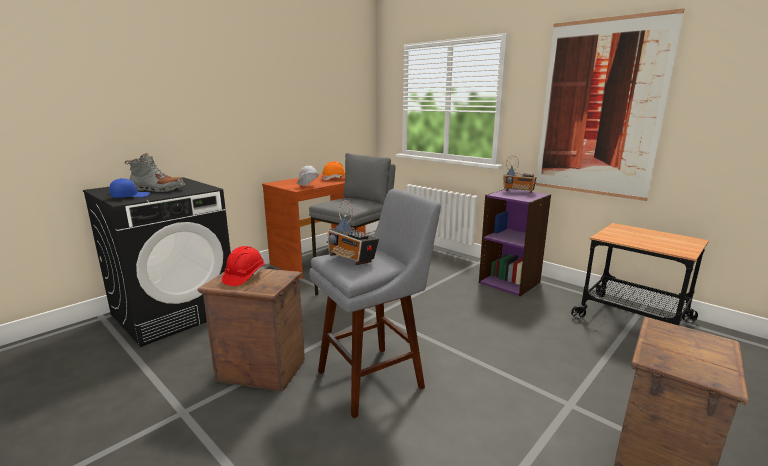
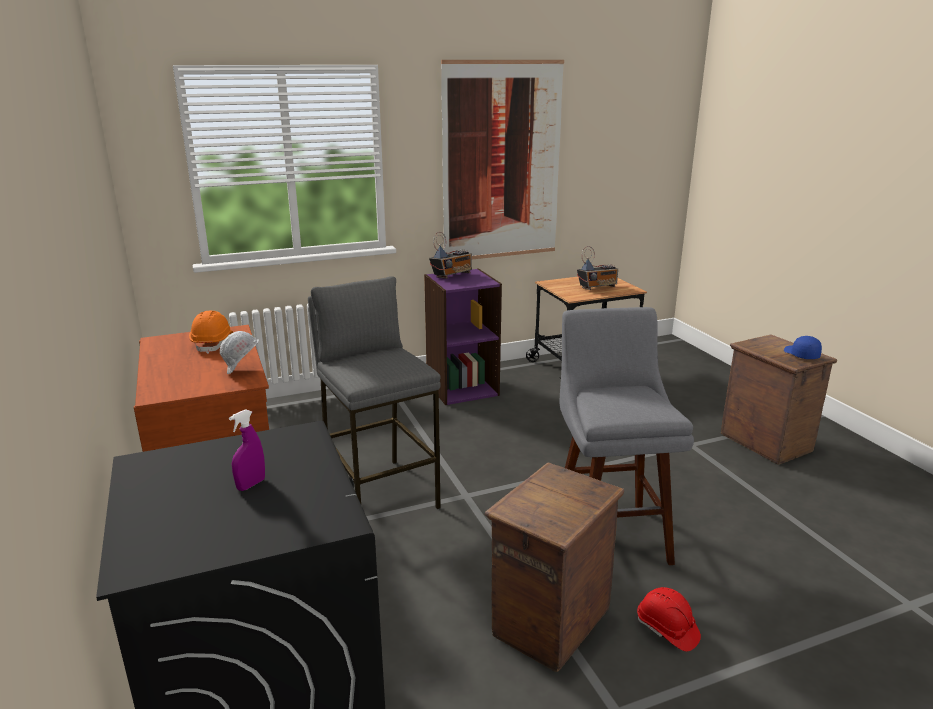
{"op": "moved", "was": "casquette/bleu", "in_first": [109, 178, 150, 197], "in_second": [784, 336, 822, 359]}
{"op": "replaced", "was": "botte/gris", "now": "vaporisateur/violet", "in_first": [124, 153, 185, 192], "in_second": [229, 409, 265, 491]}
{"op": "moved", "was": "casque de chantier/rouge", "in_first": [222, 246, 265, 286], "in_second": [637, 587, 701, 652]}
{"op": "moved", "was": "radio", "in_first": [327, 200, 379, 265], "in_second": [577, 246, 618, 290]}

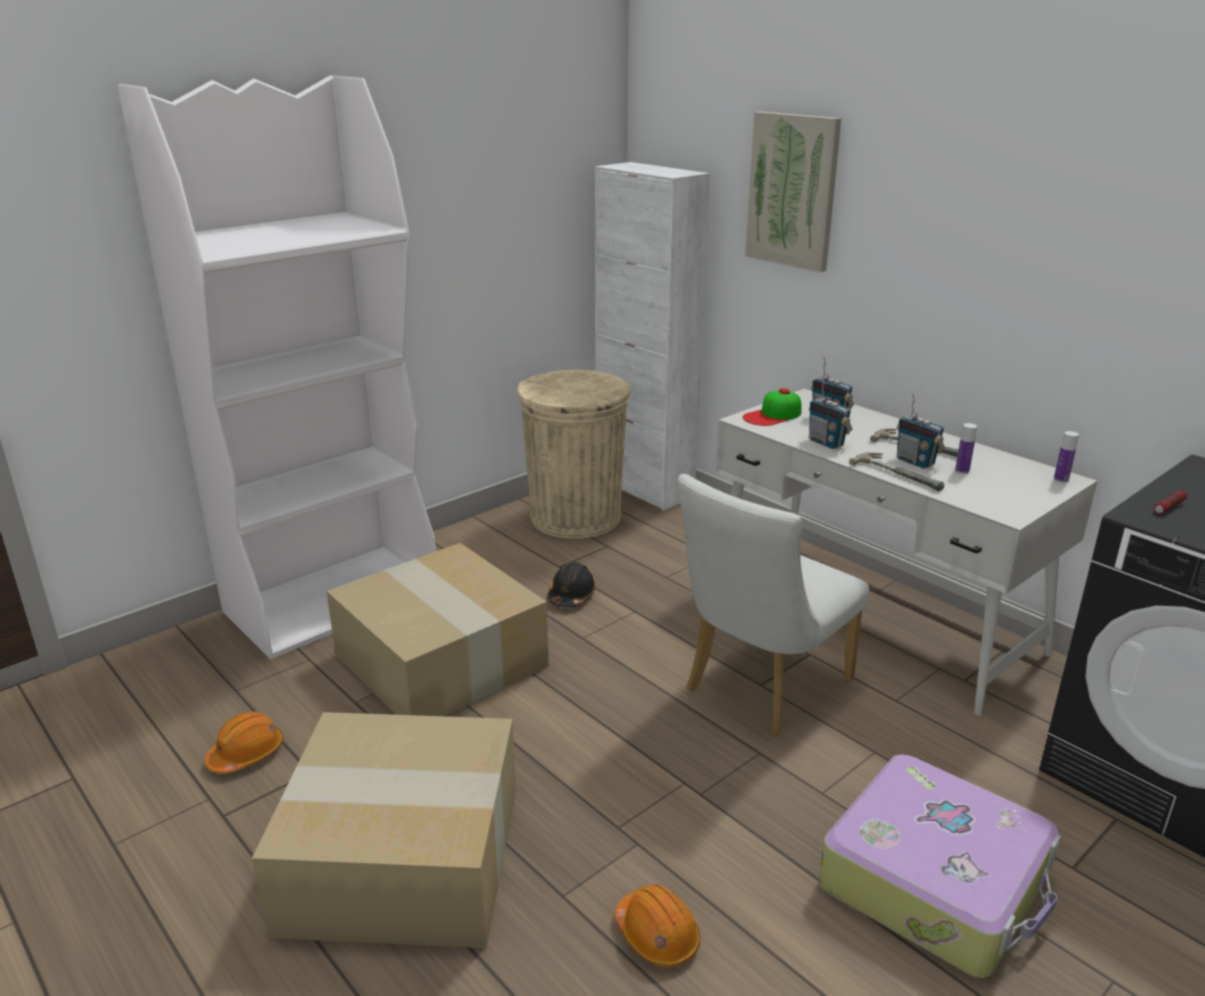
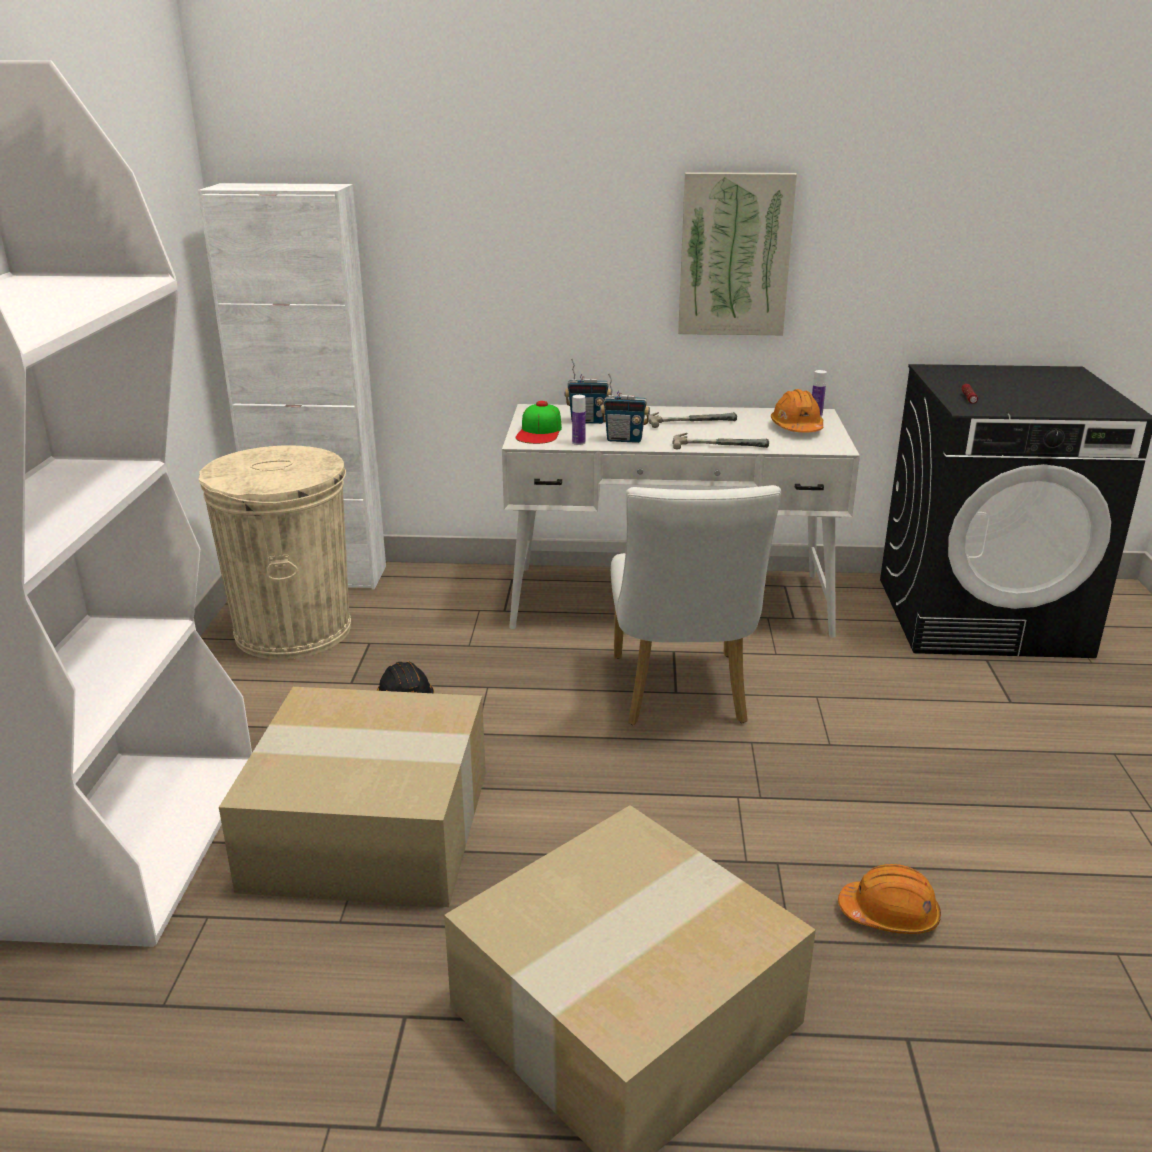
{"op": "moved", "was": "casque de chantier/orange", "in_first": [204, 712, 283, 774], "in_second": [771, 389, 823, 432]}
{"op": "moved", "was": "tableau", "in_first": [745, 111, 841, 272], "in_second": [678, 172, 797, 335]}
{"op": "removed", "was": "valise", "in_first": [819, 754, 1061, 978]}
{"op": "removed", "was": "radio", "in_first": [897, 394, 945, 469]}
{"op": "moved", "was": "bouteille", "in_first": [955, 423, 977, 474], "in_second": [572, 395, 586, 445]}

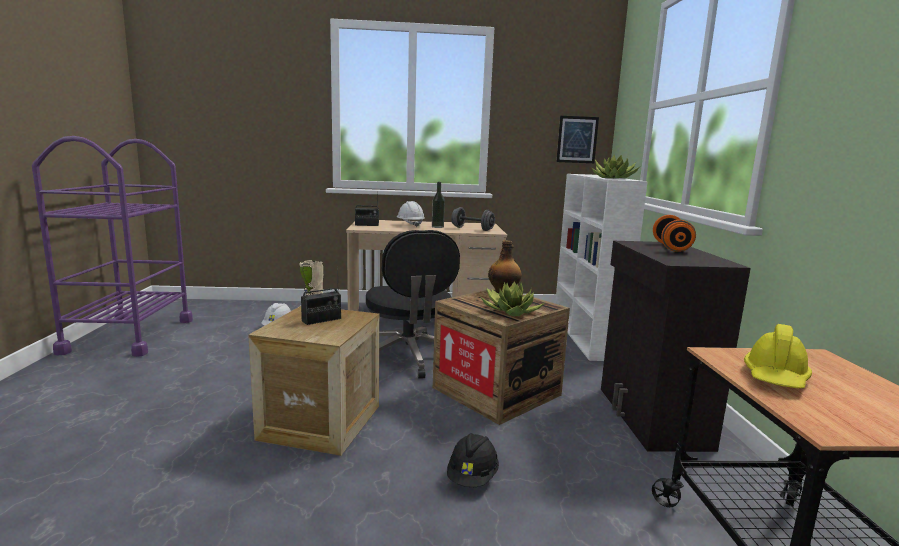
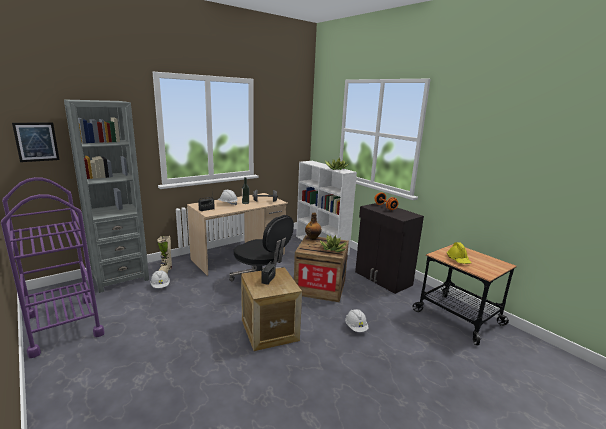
{"op": "recoloured", "was": "casque de chantier/noir", "now": "casque de chantier/blanc", "in_first": [447, 433, 499, 487], "in_second": [345, 309, 368, 332]}
{"op": "moved", "was": "tableau", "in_first": [556, 116, 599, 163], "in_second": [12, 122, 60, 162]}
{"op": "added", "now": "bibliothèque/gris", "in_second": [64, 99, 149, 293]}

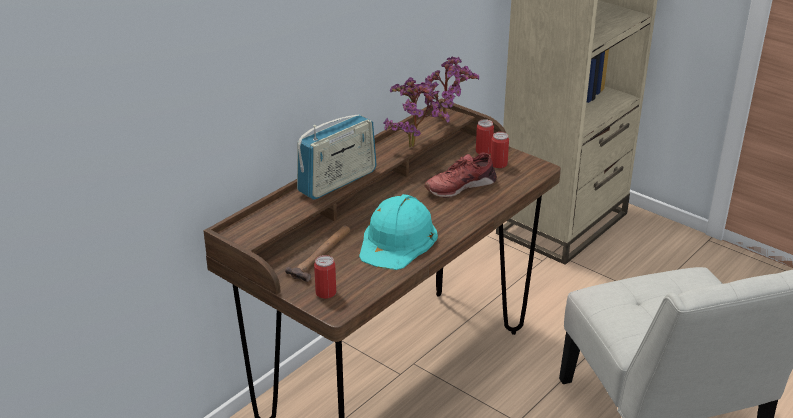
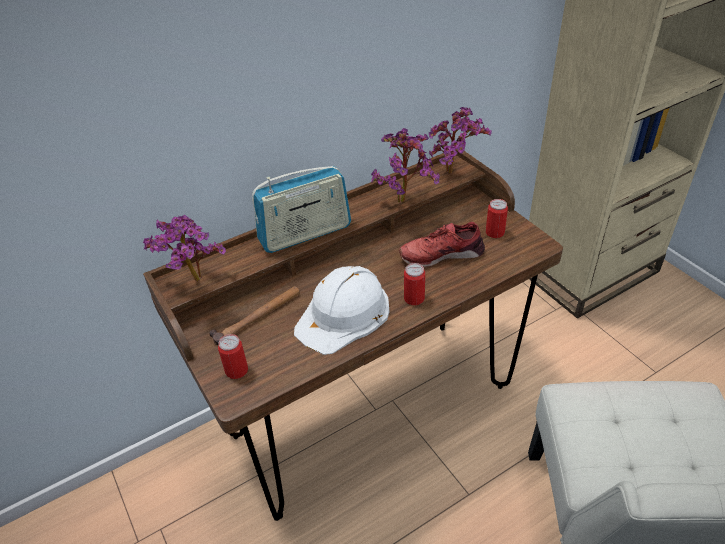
{"op": "recoloured", "was": "casque de chantier/turquoise", "now": "casque de chantier/blanc", "in_first": [359, 194, 438, 270], "in_second": [294, 266, 389, 355]}
{"op": "moved", "was": "boîte métallique", "in_first": [476, 119, 494, 154], "in_second": [404, 263, 425, 305]}
{"op": "added", "now": "plante en pot", "in_second": [143, 215, 226, 281]}

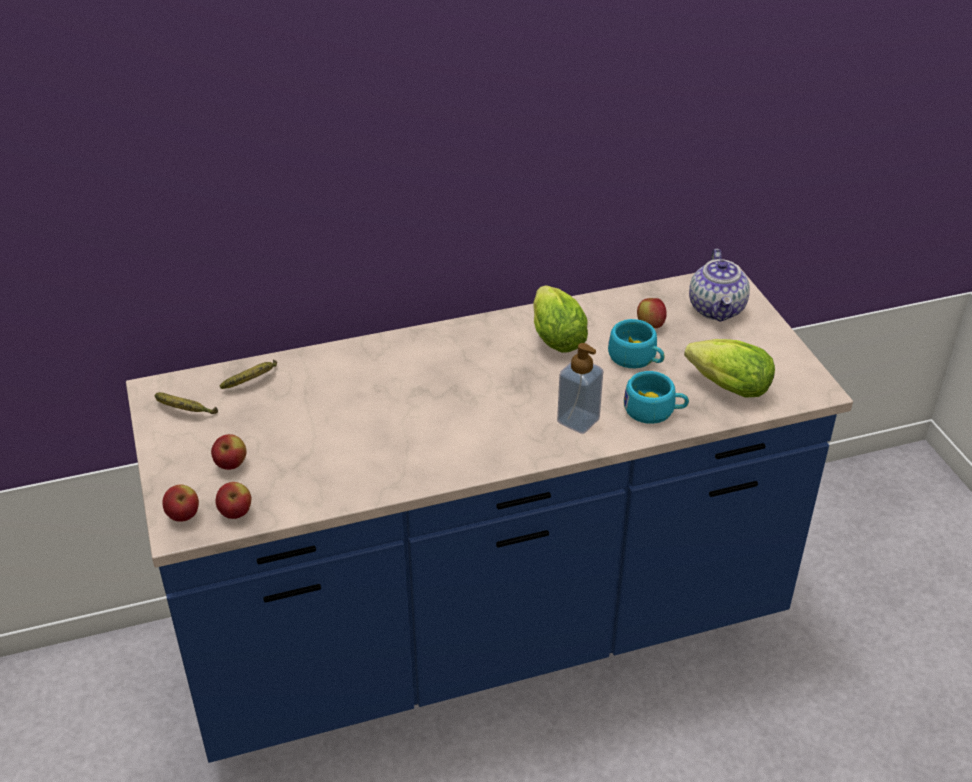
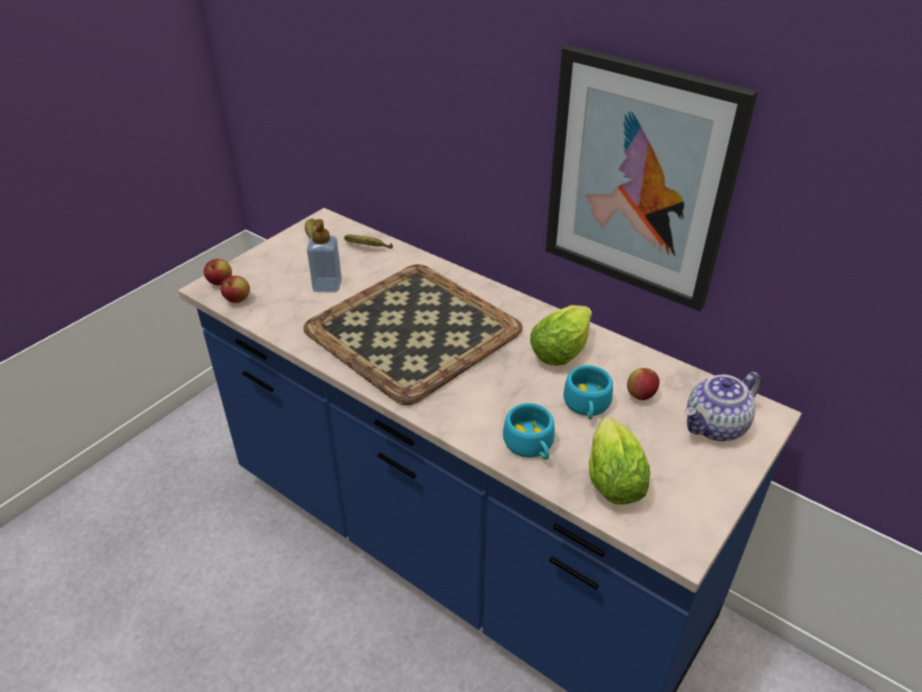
{"op": "removed", "was": "pomme", "in_first": [211, 434, 246, 470]}
{"op": "moved", "was": "distributeur de savon", "in_first": [557, 343, 603, 434], "in_second": [307, 219, 342, 292]}
{"op": "added", "now": "plateau", "in_second": [303, 264, 523, 405]}
{"op": "added", "now": "tableau", "in_second": [546, 44, 758, 312]}

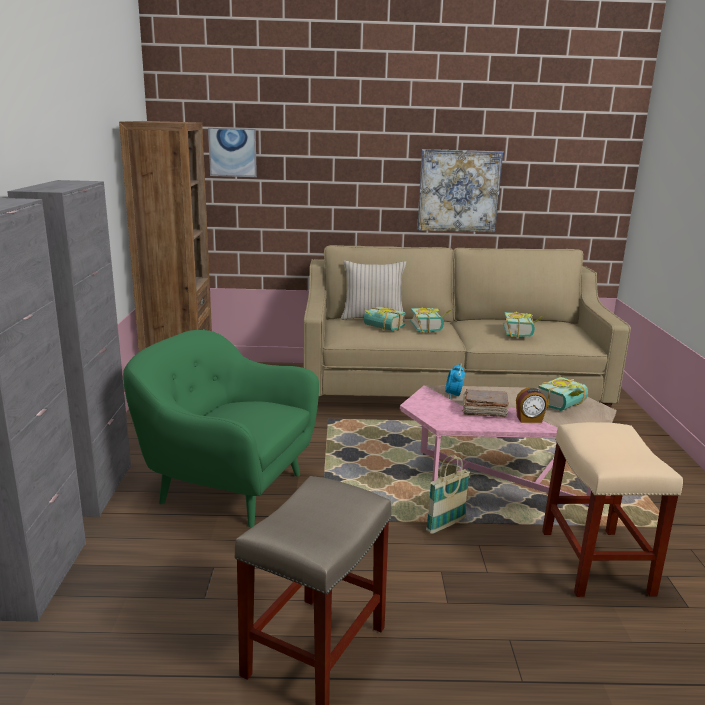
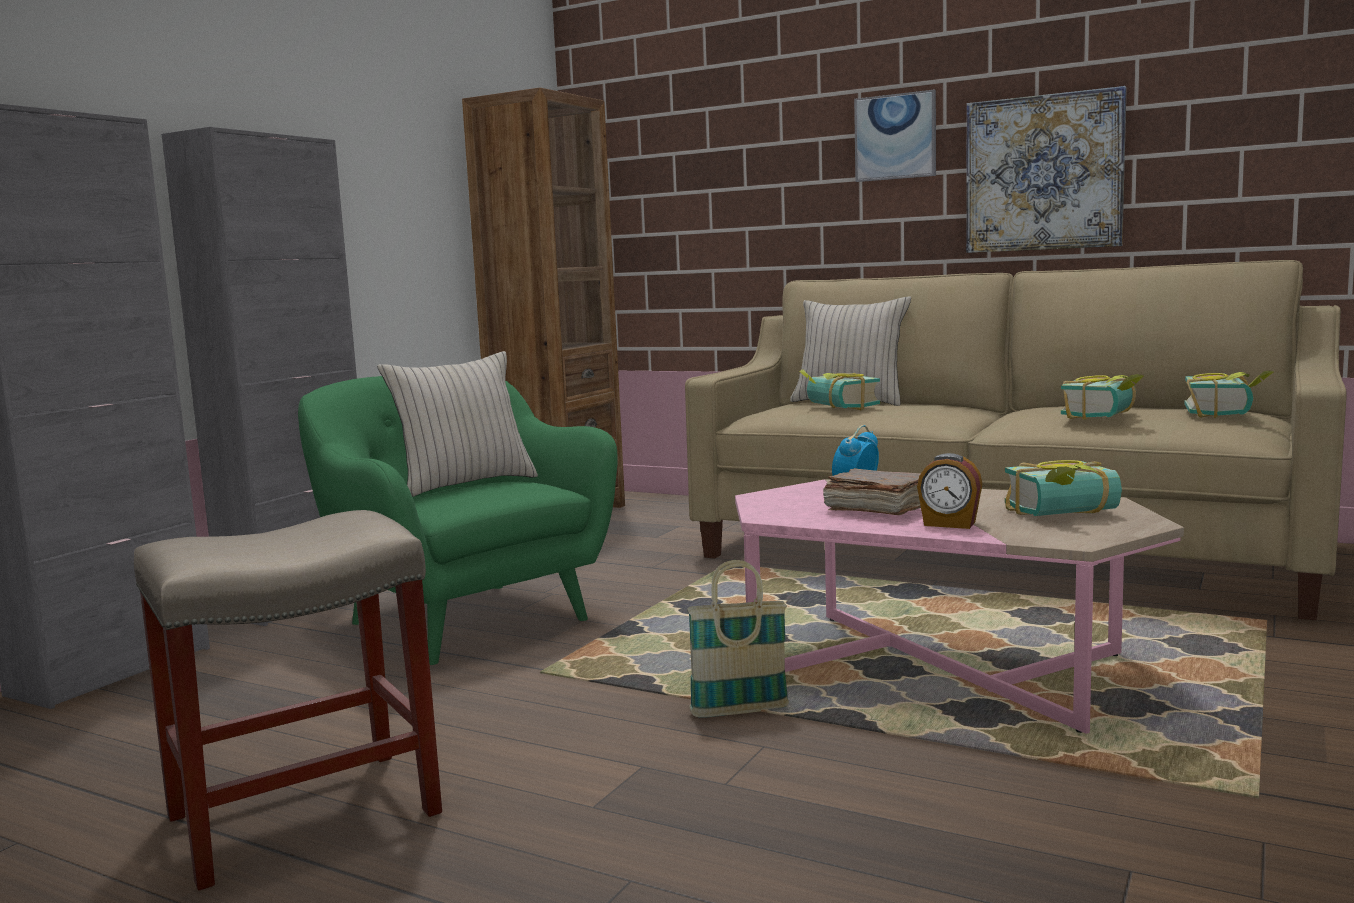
{"op": "moved", "was": "tableau", "in_first": [208, 128, 257, 177], "in_second": [854, 90, 936, 182]}
{"op": "moved", "was": "livre", "in_first": [410, 307, 451, 333], "in_second": [1184, 370, 1274, 418]}
{"op": "removed", "was": "tabouret/beige", "in_first": [542, 422, 683, 597]}
{"op": "added", "now": "coussin/beige", "in_second": [377, 351, 538, 497]}

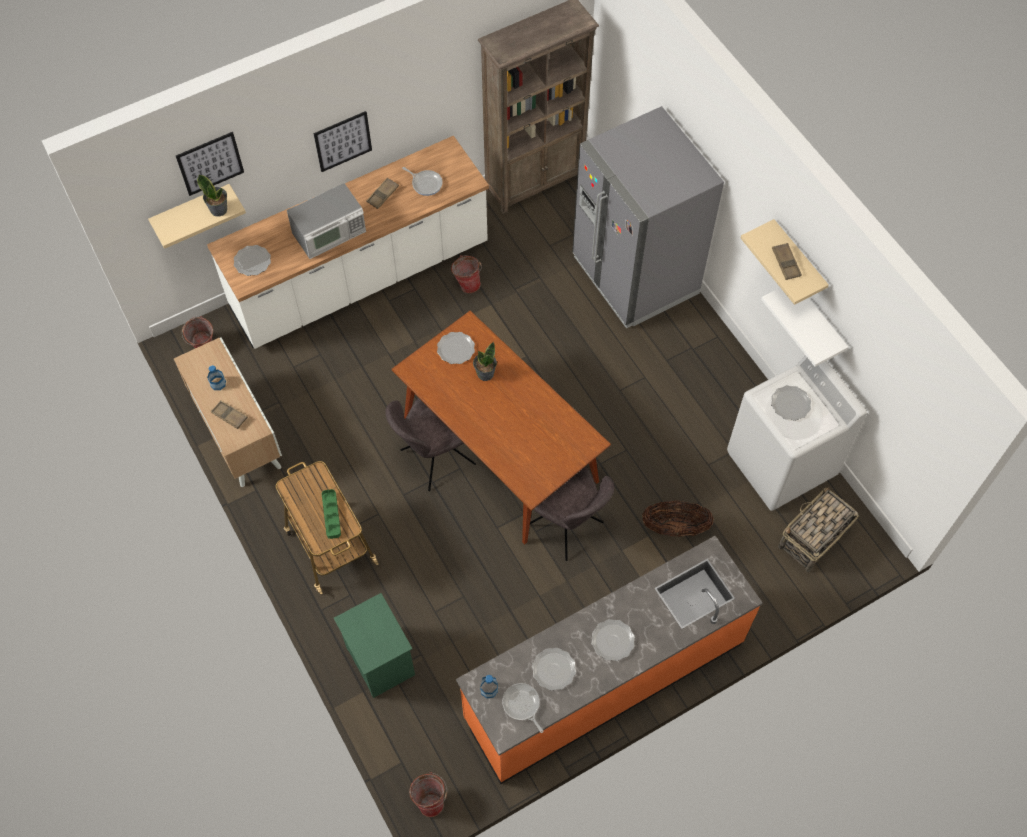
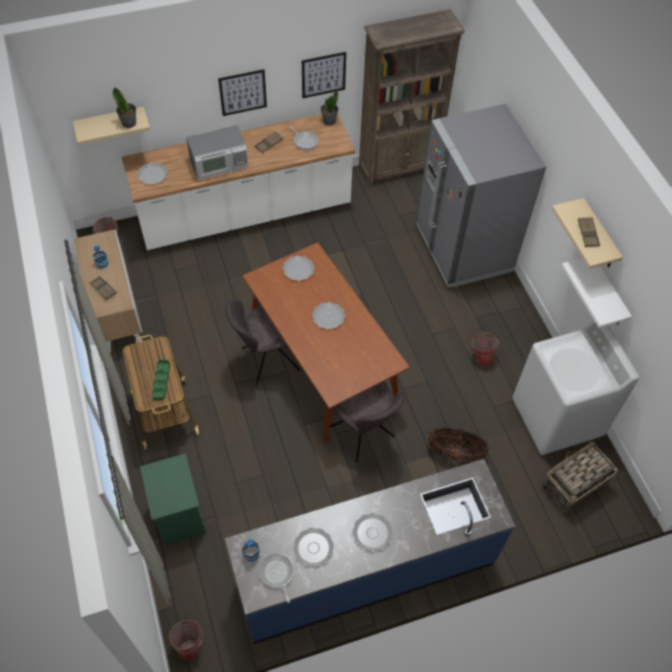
{"op": "moved", "was": "tableau", "in_first": [176, 132, 244, 196], "in_second": [302, 52, 346, 98]}
{"op": "moved", "was": "seau", "in_first": [451, 255, 482, 293], "in_second": [472, 331, 499, 366]}
{"op": "recoloured", "was": "comptoir de cuisine/orange", "now": "comptoir de cuisine/bleu", "in_first": [456, 536, 762, 784], "in_second": [225, 459, 515, 644]}
{"op": "moved", "was": "plante en pot", "in_first": [473, 341, 497, 381], "in_second": [321, 89, 338, 126]}
{"op": "moved", "was": "assiette", "in_first": [771, 385, 811, 421], "in_second": [312, 302, 345, 330]}

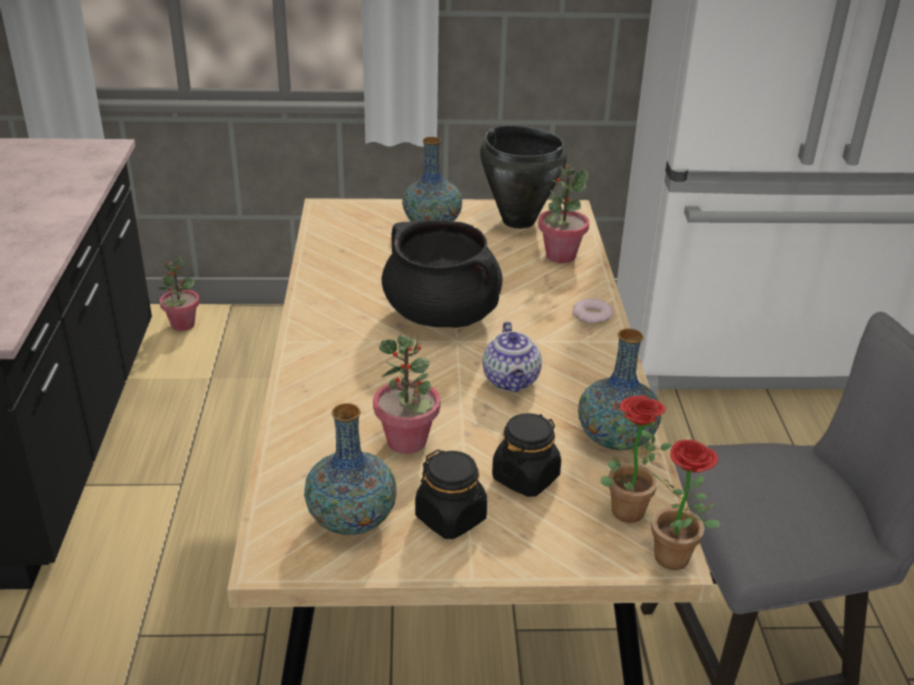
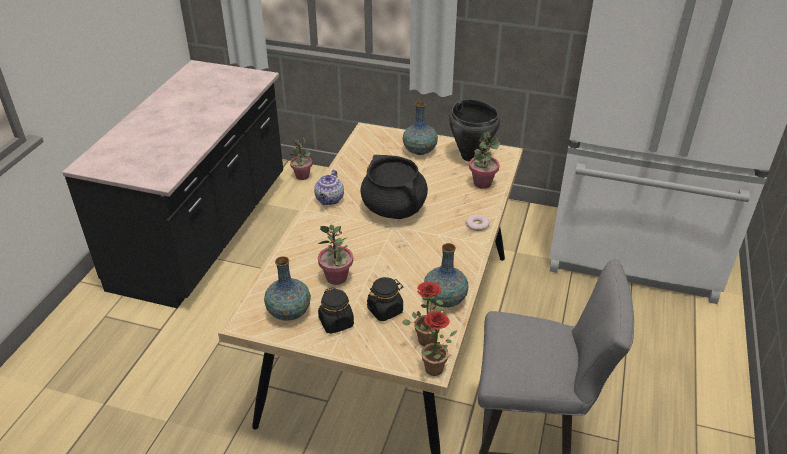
{"op": "moved", "was": "théière", "in_first": [483, 321, 542, 392], "in_second": [314, 170, 344, 205]}

